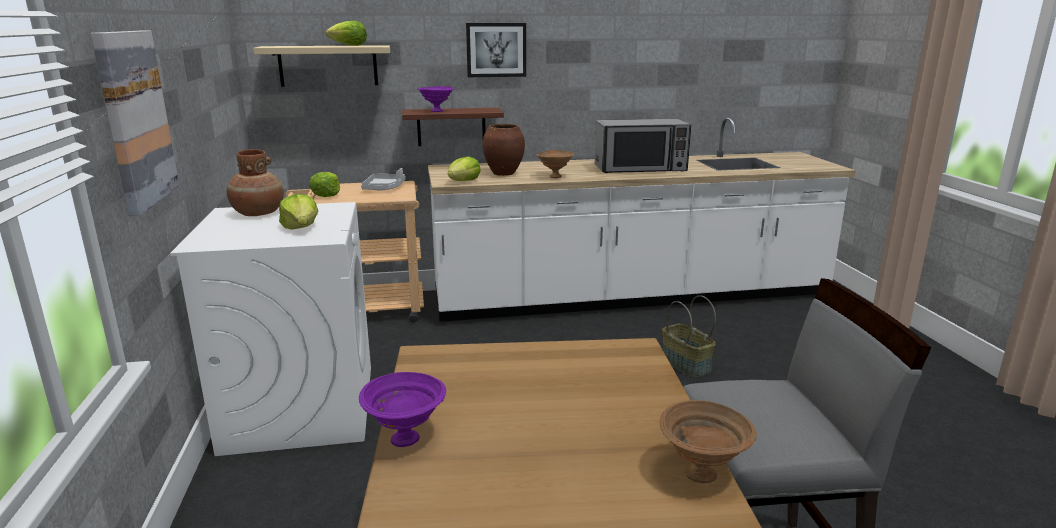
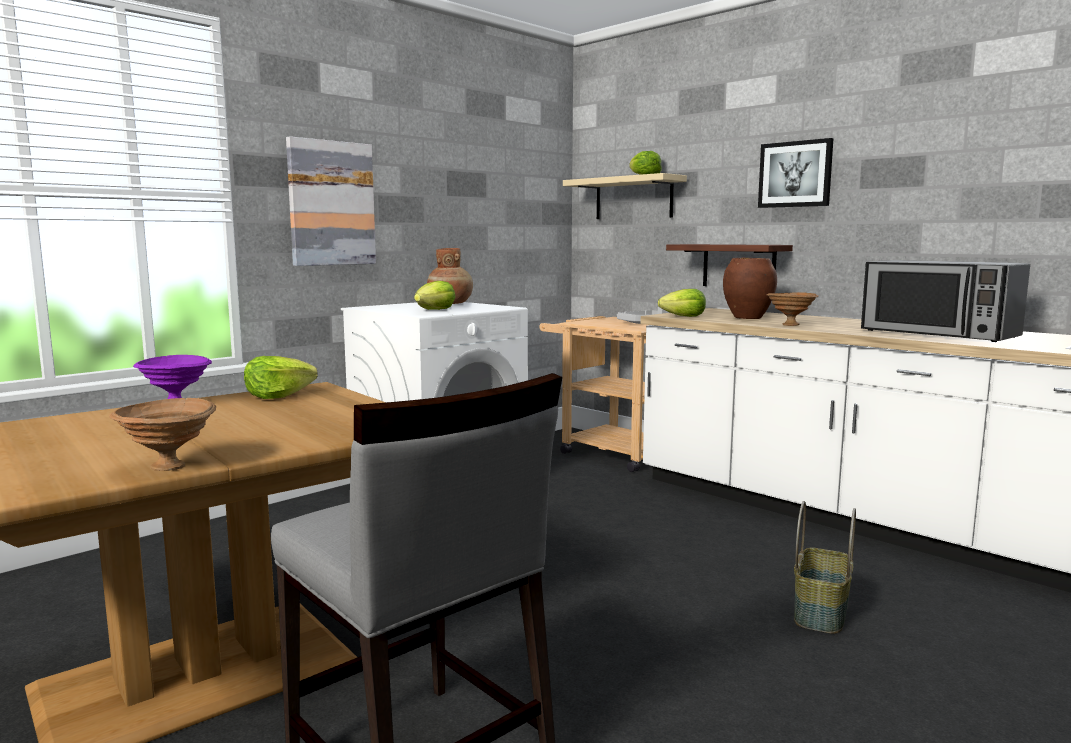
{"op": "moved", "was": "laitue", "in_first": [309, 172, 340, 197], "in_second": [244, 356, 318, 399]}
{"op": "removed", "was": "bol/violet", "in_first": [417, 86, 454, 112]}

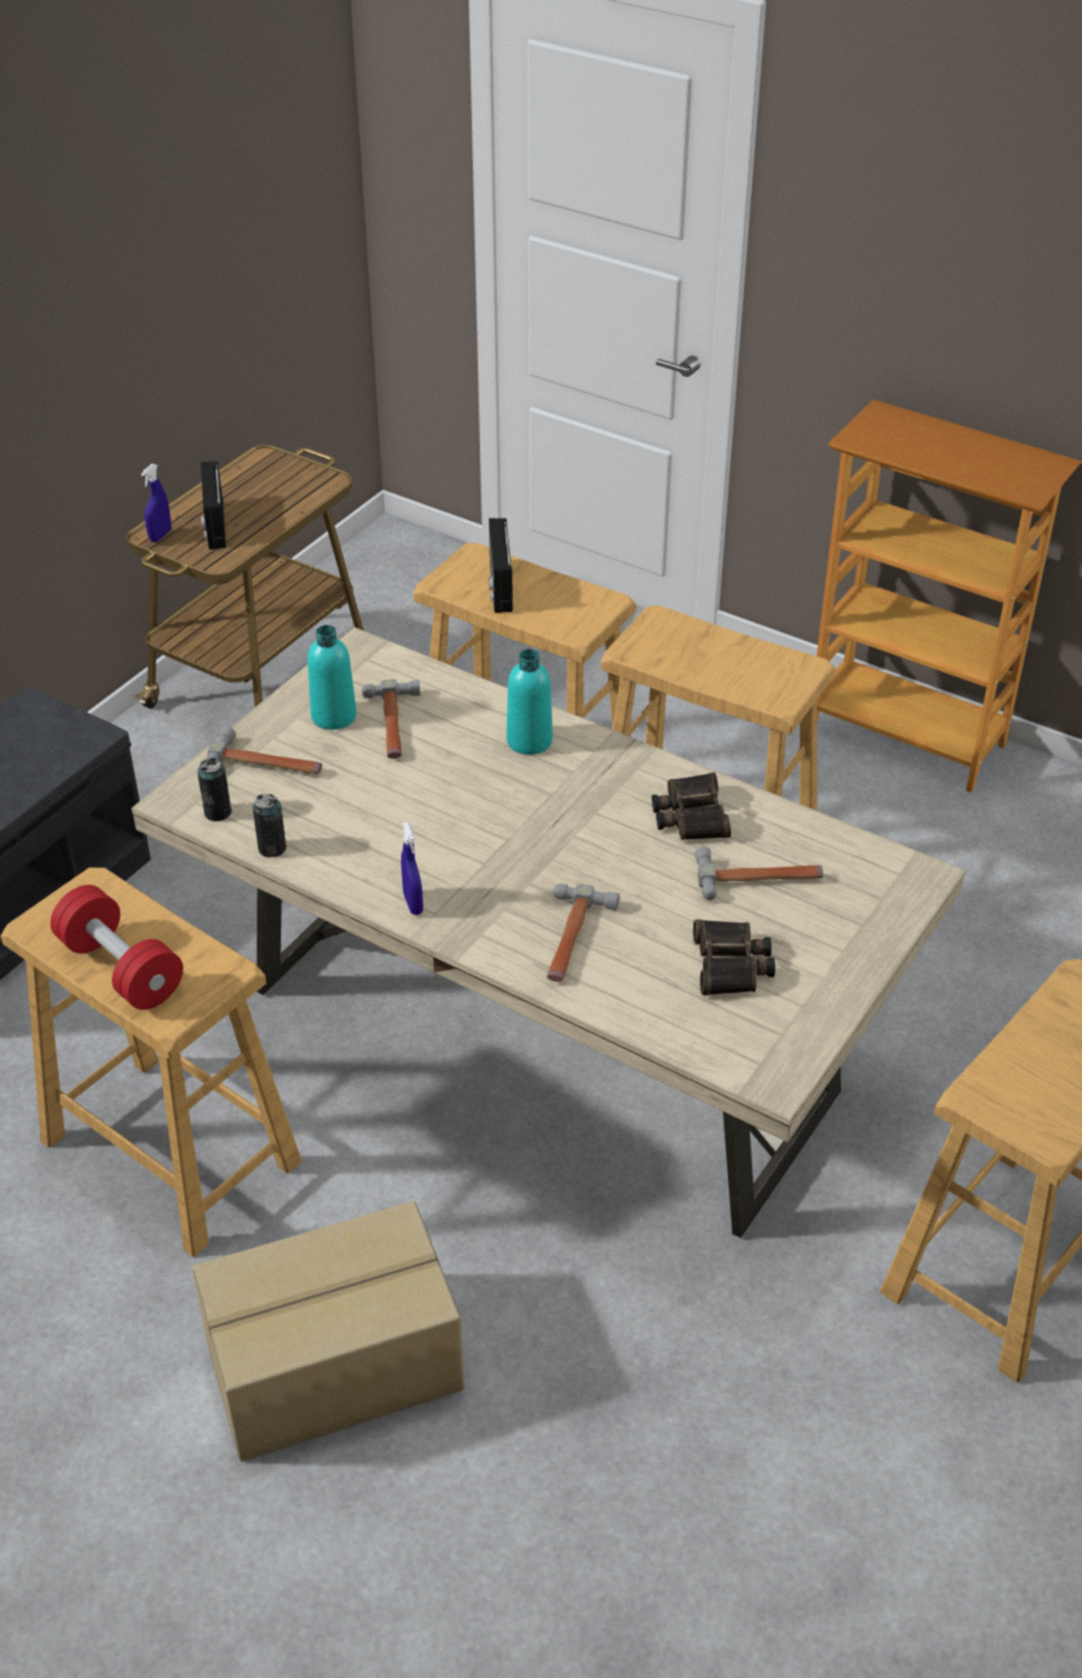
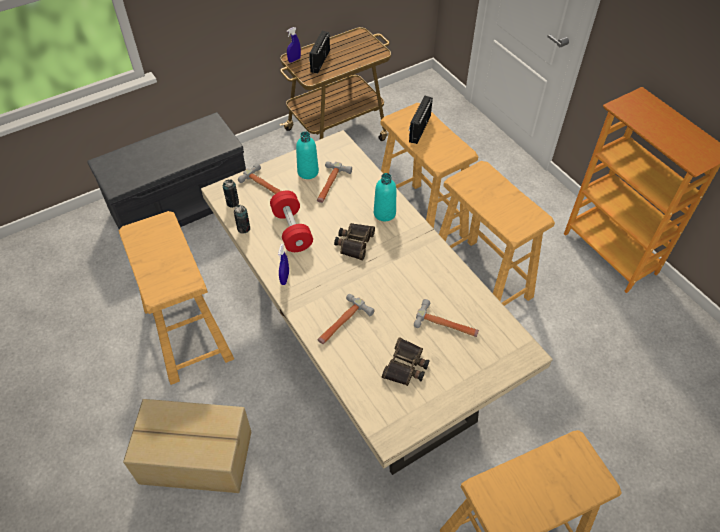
{"op": "moved", "was": "haltère/rouge", "in_first": [50, 885, 183, 1010], "in_second": [270, 191, 313, 252]}
{"op": "moved", "was": "jumelles", "in_first": [652, 772, 731, 840], "in_second": [334, 223, 375, 260]}

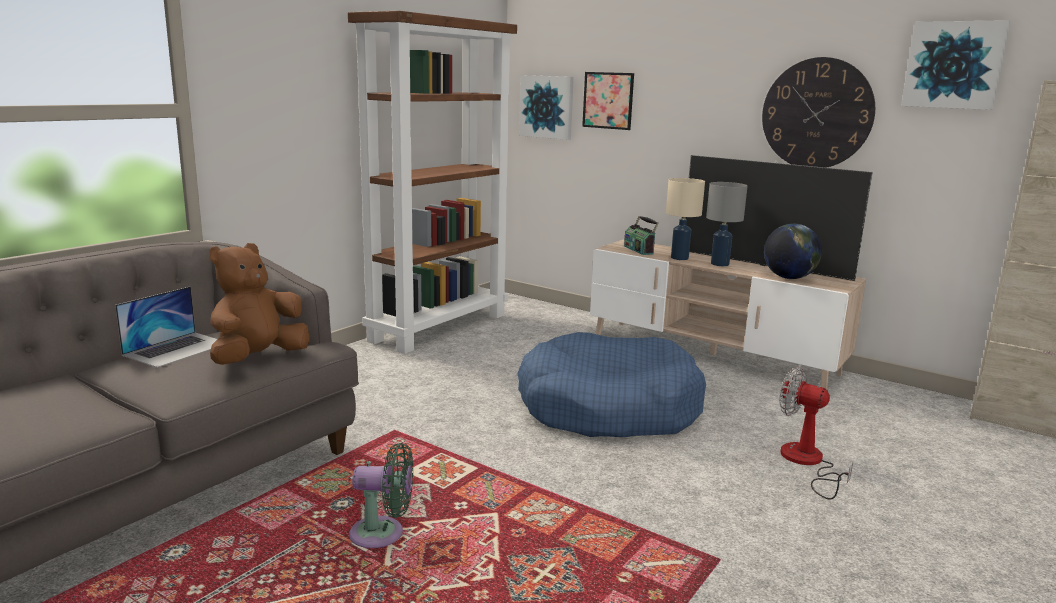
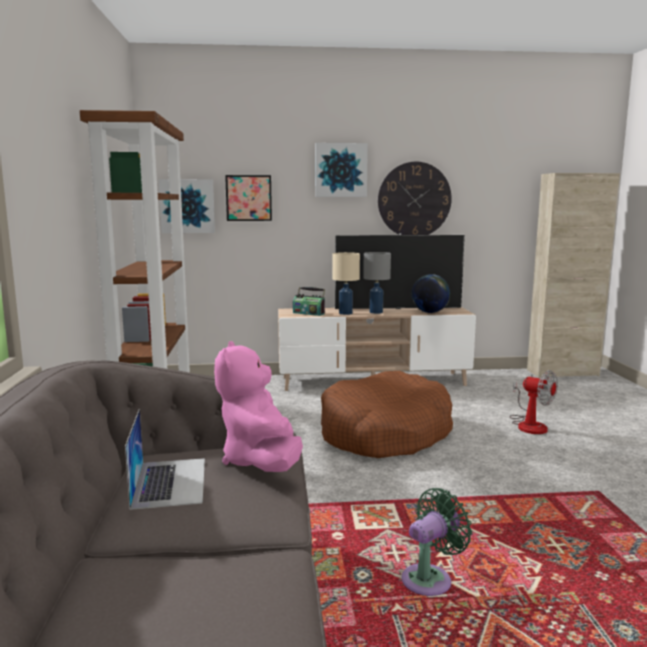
{"op": "recoloured", "was": "peluche/marron", "now": "peluche/rose", "in_first": [209, 243, 309, 365], "in_second": [214, 341, 303, 472]}
{"op": "recoloured", "was": "panier pour chien/bleu", "now": "panier pour chien/marron", "in_first": [518, 332, 706, 437], "in_second": [321, 371, 453, 458]}
{"op": "turned", "was": "ventilateur", "in_first": [779, 367, 853, 500], "in_second": [510, 370, 558, 434], "clockwise": -135}
{"op": "moved", "was": "tableau", "in_first": [901, 20, 1011, 110], "in_second": [315, 143, 368, 197]}

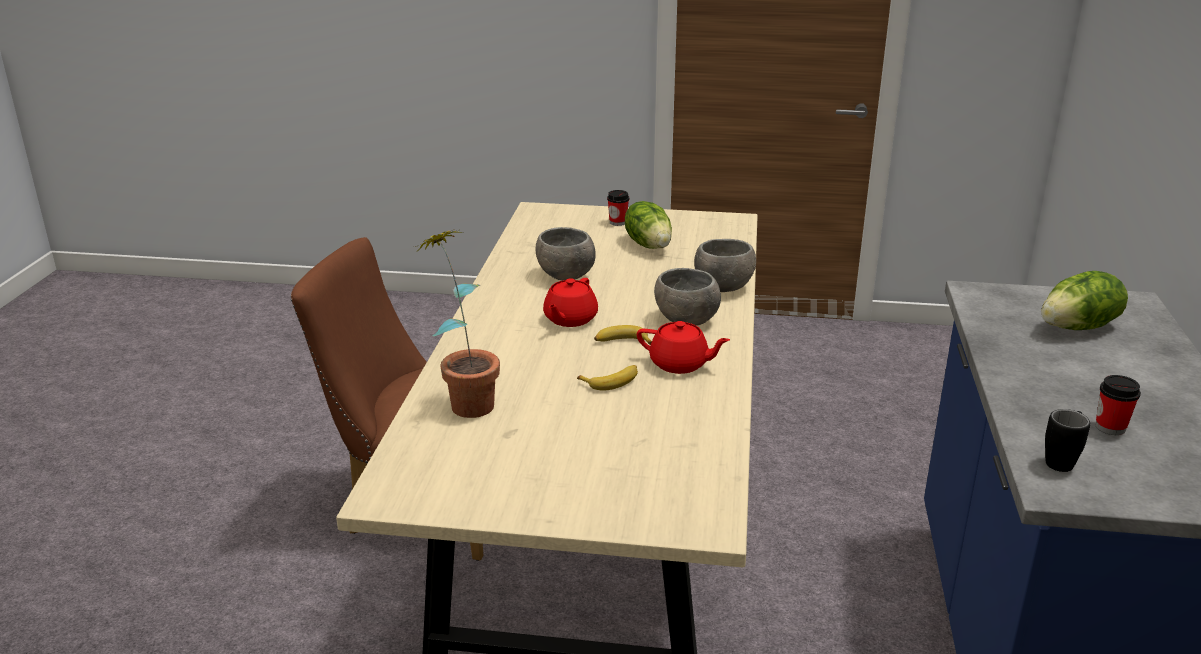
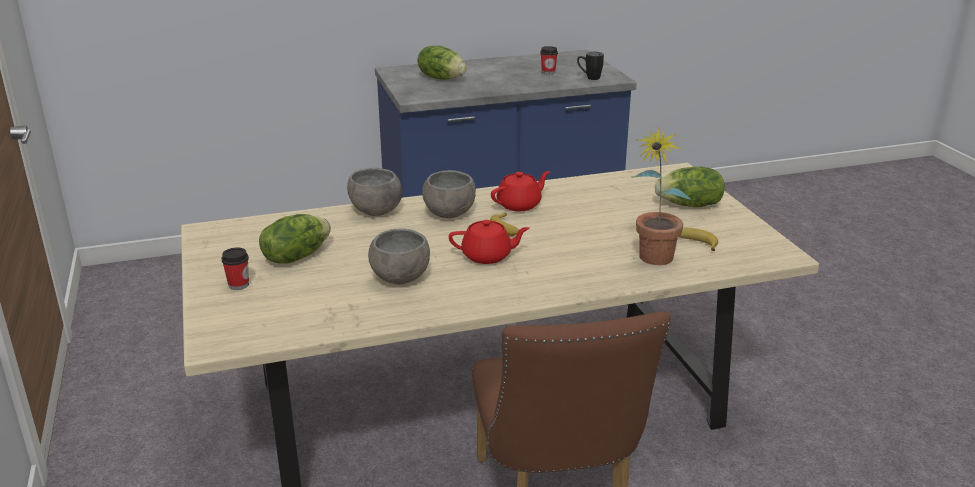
{"op": "moved", "was": "banane", "in_first": [577, 365, 638, 390], "in_second": [679, 228, 718, 251]}
{"op": "turned", "was": "théière/rouge", "in_first": [637, 321, 730, 374], "in_second": [491, 171, 550, 211], "clockwise": 60}
{"op": "added", "now": "laitue", "in_second": [655, 167, 725, 207]}

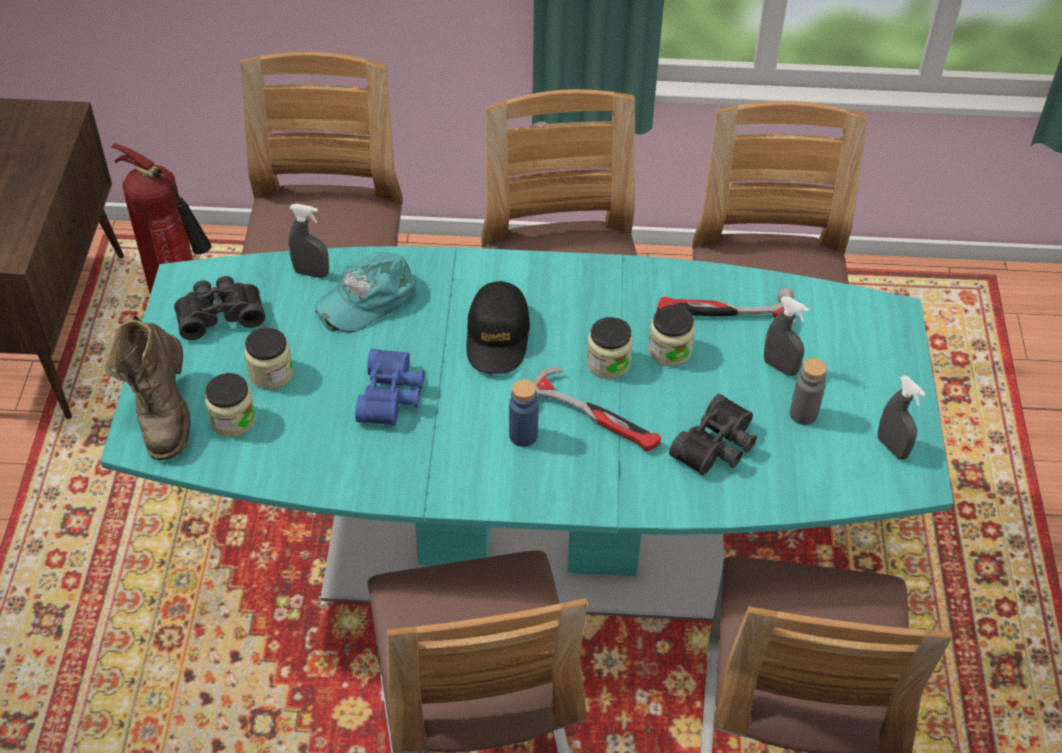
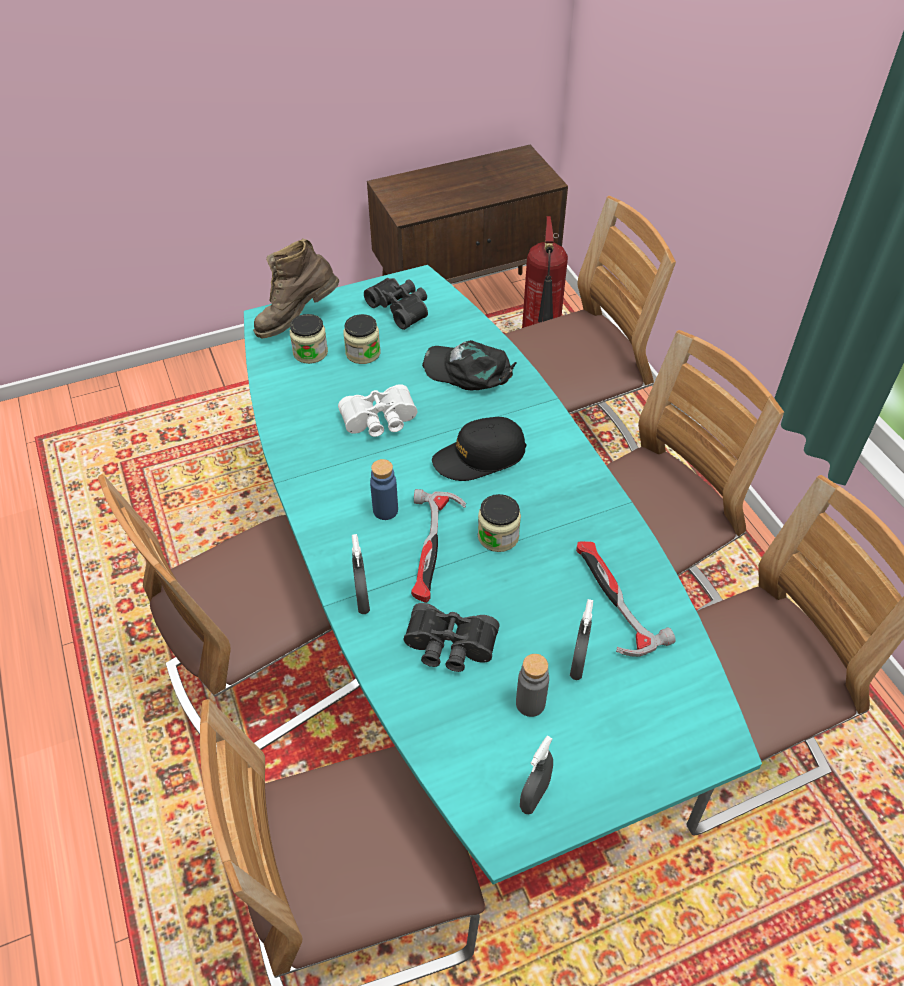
{"op": "moved", "was": "vaporisateur/gris", "in_first": [288, 204, 329, 278], "in_second": [352, 534, 370, 614]}
{"op": "recoloured", "was": "casquette/turquoise", "now": "casquette/noir", "in_first": [314, 252, 416, 333], "in_second": [422, 340, 517, 390]}
{"op": "recoloured", "was": "jumelles/bleu", "now": "jumelles/blanc", "in_first": [355, 349, 425, 426], "in_second": [338, 384, 417, 437]}
{"op": "removed", "was": "bocal", "in_first": [648, 305, 695, 366]}

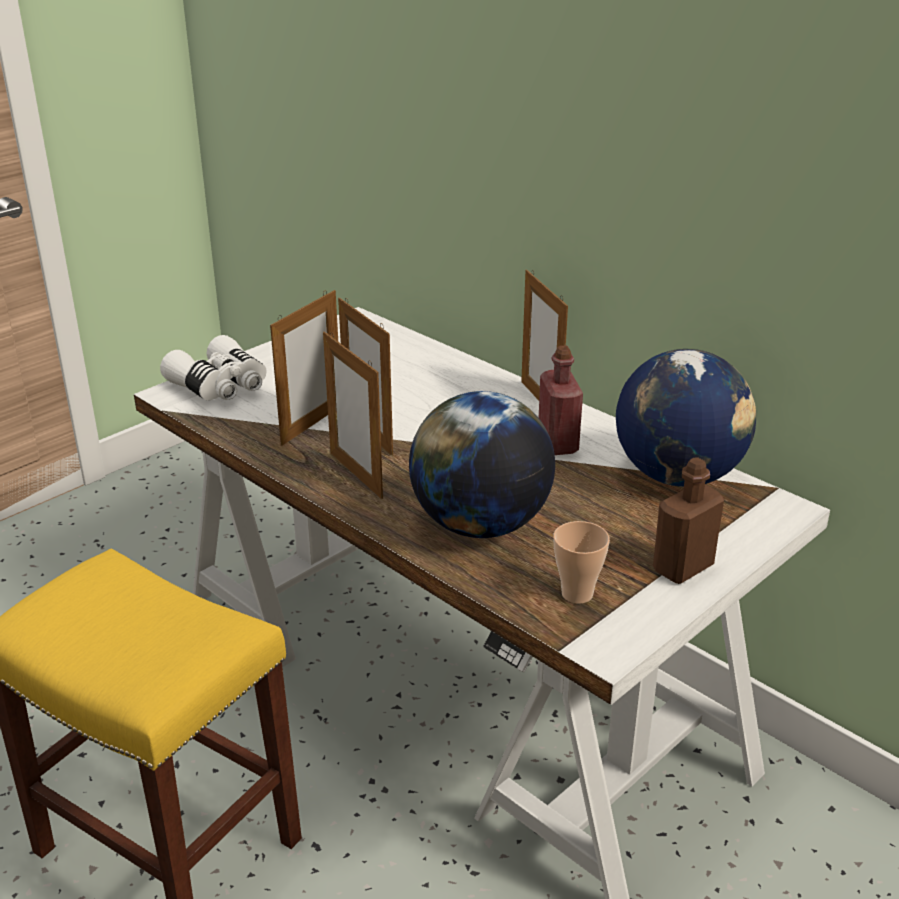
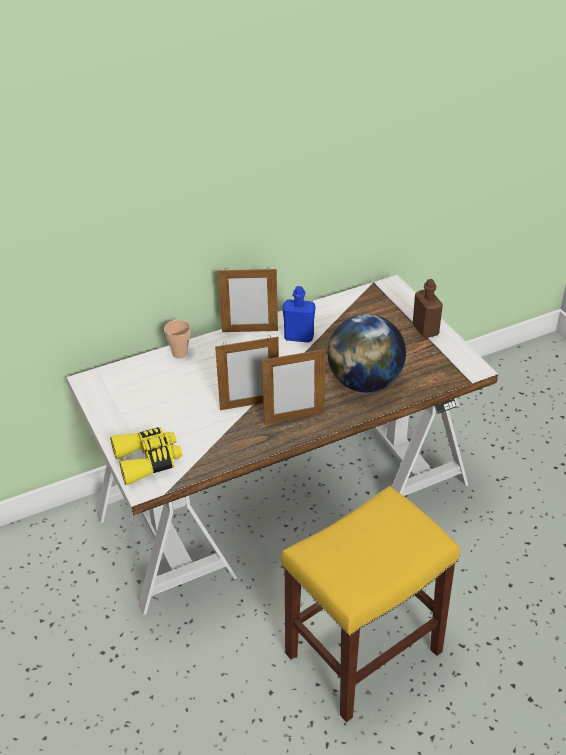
{"op": "recoloured", "was": "jumelles/blanc", "now": "jumelles/jaune", "in_first": [160, 335, 267, 401], "in_second": [110, 427, 182, 485]}
{"op": "removed", "was": "cadre photo", "in_first": [270, 290, 338, 446]}
{"op": "recoloured", "was": "bouteille/rouge", "now": "bouteille/bleu", "in_first": [539, 346, 583, 455], "in_second": [282, 286, 316, 343]}
{"op": "moved", "was": "tasse", "in_first": [553, 521, 610, 604], "in_second": [164, 320, 190, 358]}
{"op": "removed", "was": "globe", "in_first": [616, 349, 756, 487]}

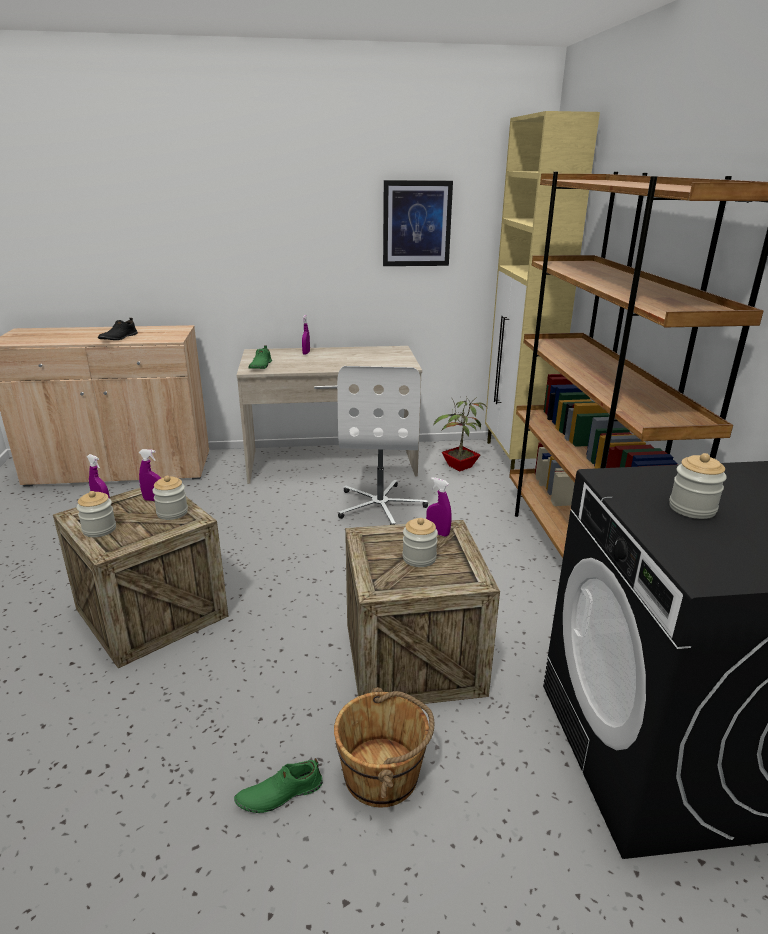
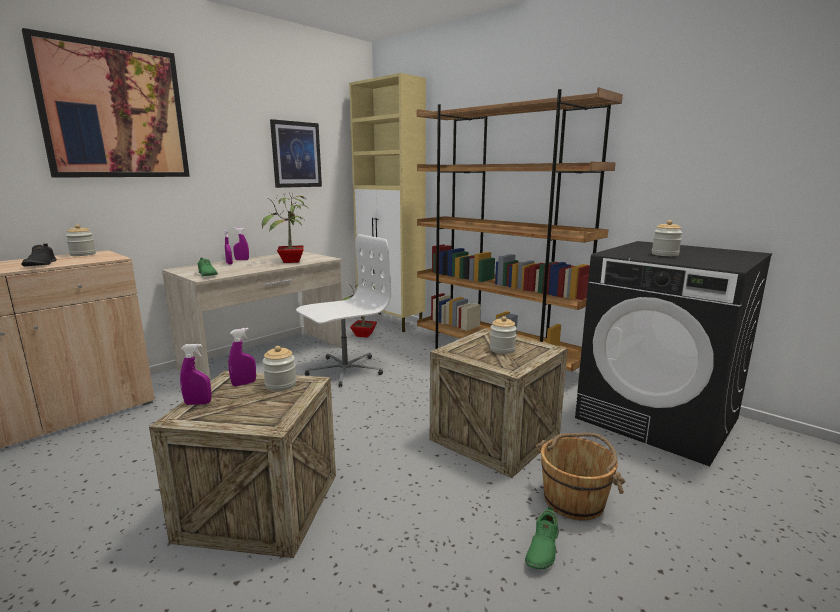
{"op": "moved", "was": "bocal", "in_first": [77, 491, 116, 537], "in_second": [66, 224, 96, 256]}
{"op": "turned", "was": "chaise de bureau/blanc", "in_first": [337, 366, 428, 525], "in_second": [296, 234, 391, 387], "clockwise": -90}
{"op": "moved", "was": "vaporisateur/violet", "in_first": [426, 477, 452, 537], "in_second": [233, 227, 249, 260]}
{"op": "added", "now": "tableau", "in_second": [22, 28, 190, 178]}
{"op": "added", "now": "plante en pot", "in_second": [262, 192, 309, 263]}

